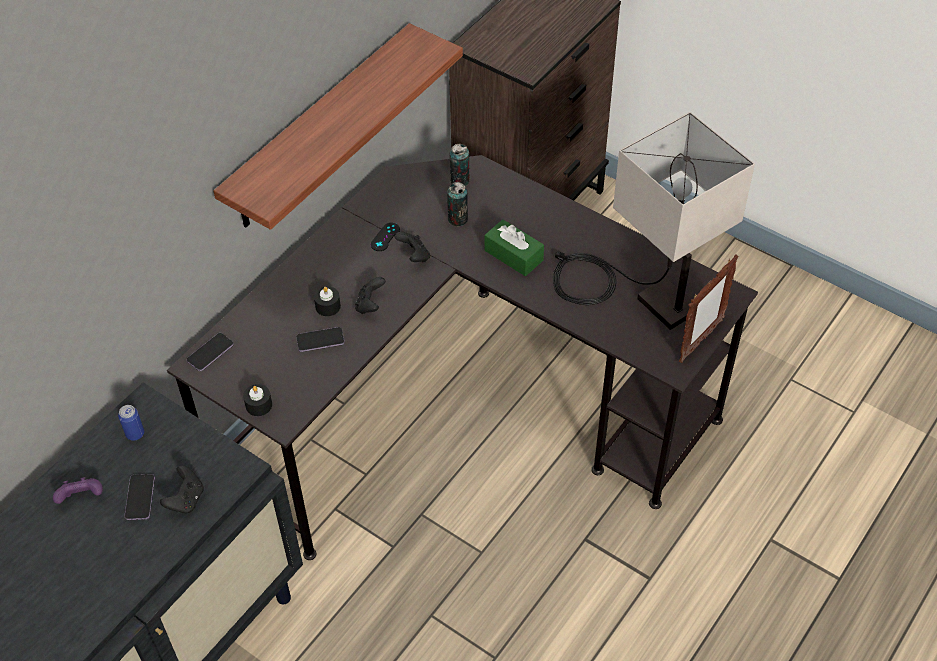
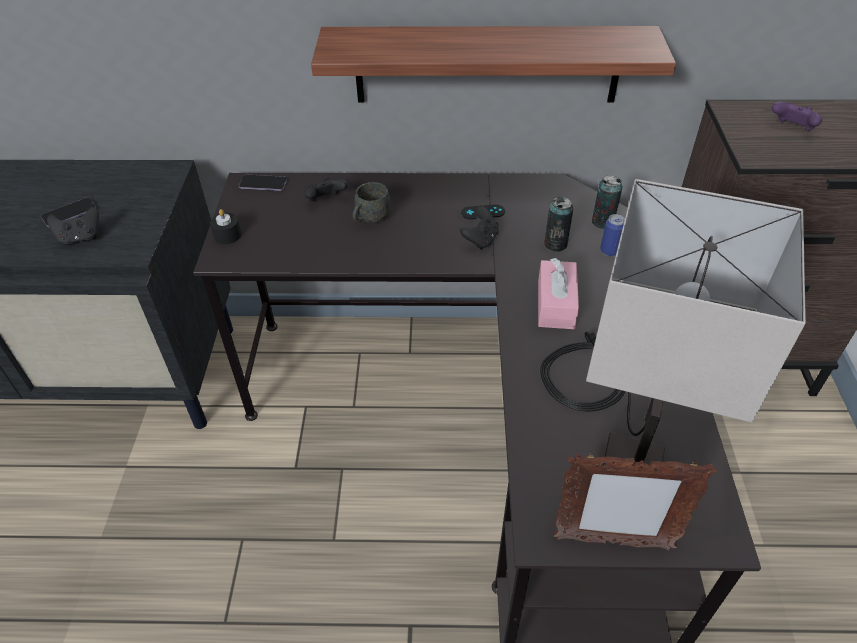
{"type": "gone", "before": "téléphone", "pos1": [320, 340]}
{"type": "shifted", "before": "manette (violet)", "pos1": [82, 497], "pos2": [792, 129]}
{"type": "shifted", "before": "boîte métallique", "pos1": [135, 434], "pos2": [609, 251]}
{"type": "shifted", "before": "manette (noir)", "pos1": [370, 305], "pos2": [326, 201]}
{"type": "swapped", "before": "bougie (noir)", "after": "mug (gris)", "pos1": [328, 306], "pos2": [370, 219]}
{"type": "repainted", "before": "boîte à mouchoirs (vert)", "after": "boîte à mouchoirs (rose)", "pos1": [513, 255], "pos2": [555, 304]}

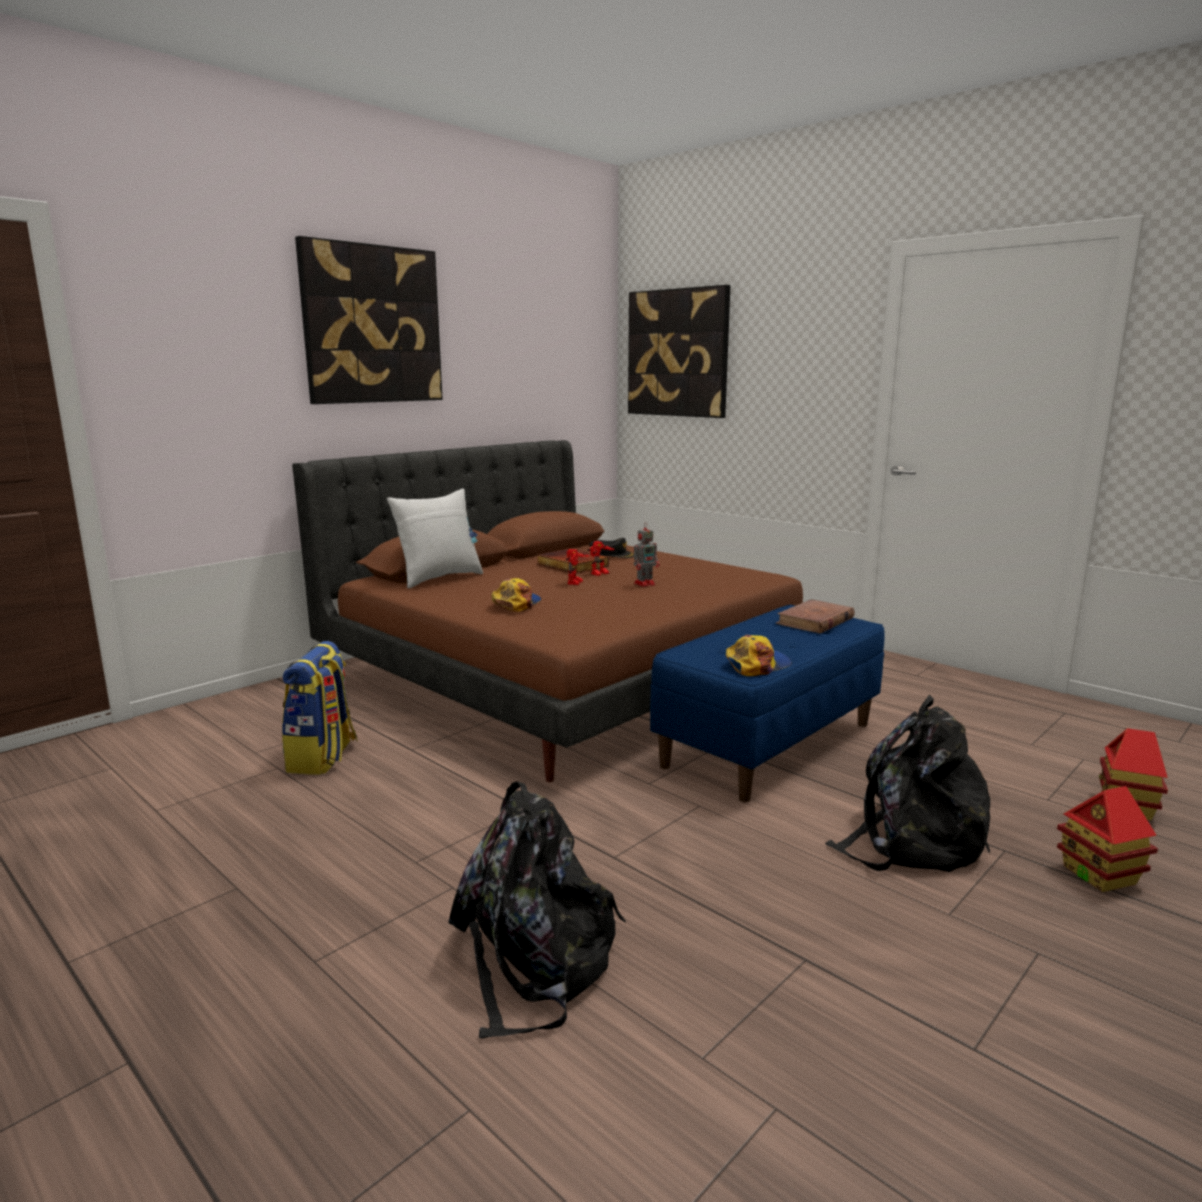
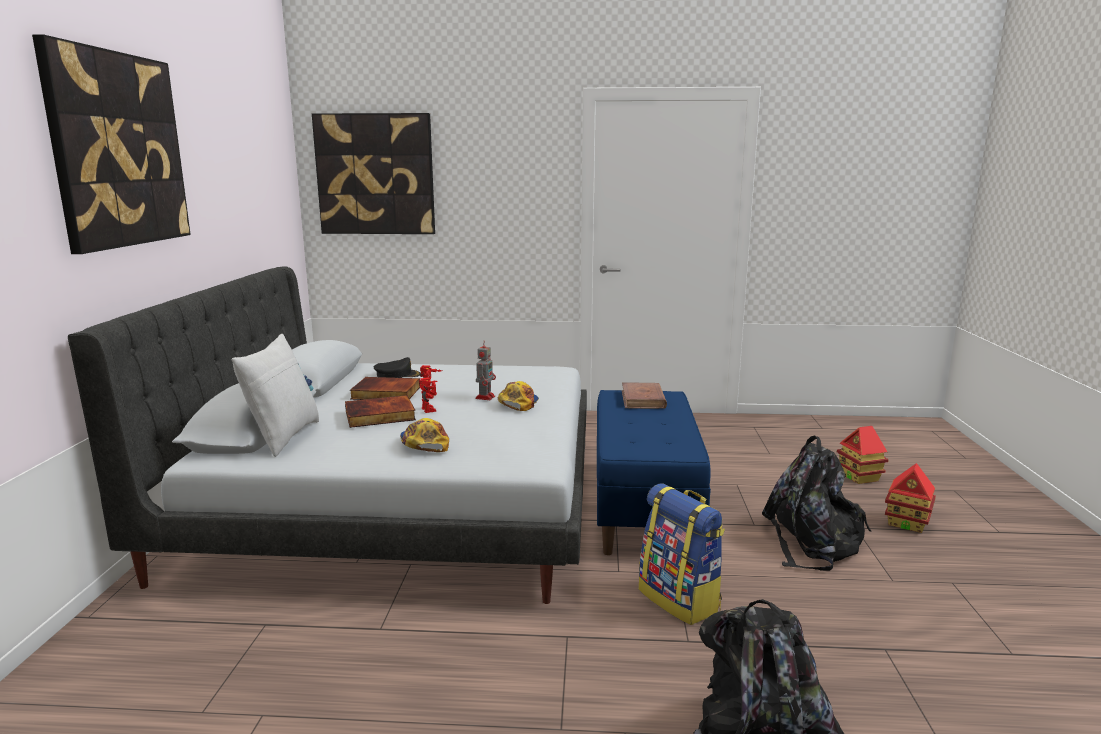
{"type": "new", "after": "livre", "pos2": [379, 416]}
{"type": "shifted", "before": "sac à dos", "pos1": [323, 758], "pos2": [680, 600]}
{"type": "shifted", "before": "casquette", "pos1": [757, 665], "pos2": [518, 403]}
{"type": "repainted", "before": "lit (marron)", "after": "lit (gris)", "pos1": [561, 671], "pos2": [399, 500]}

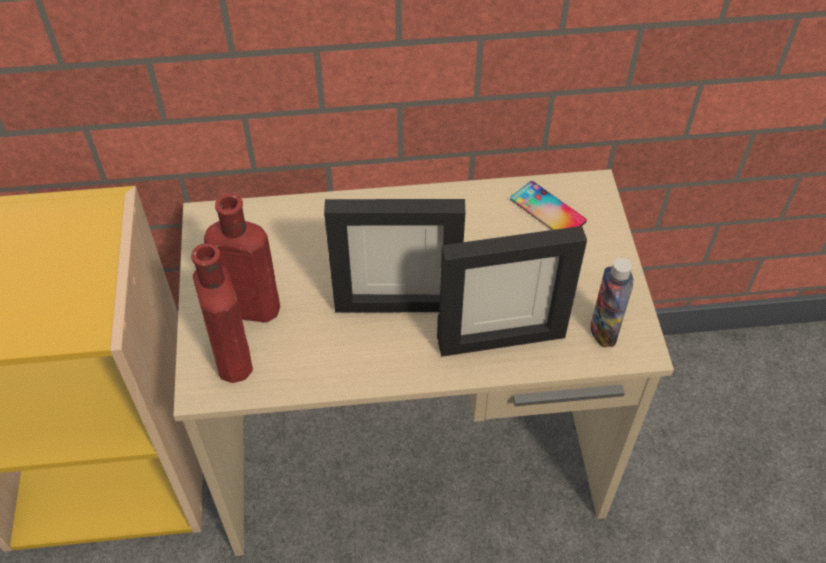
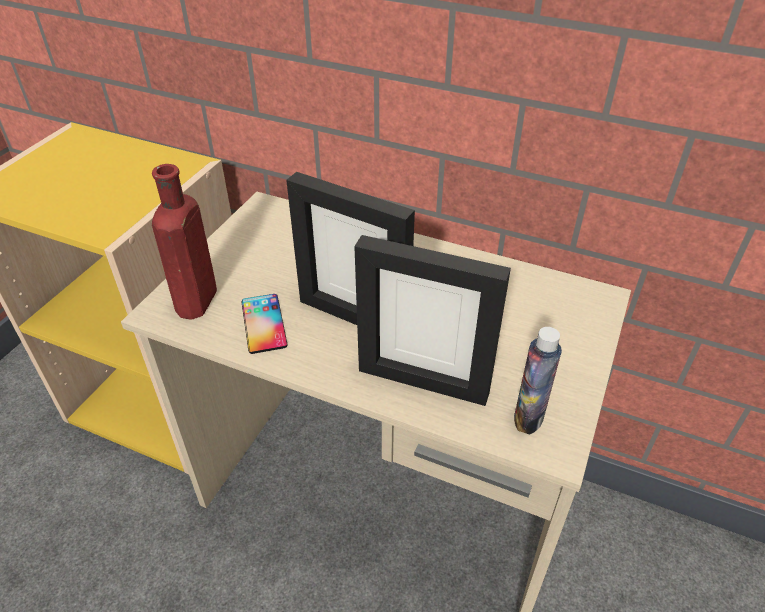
{"type": "gone", "before": "bouteille (rouge)", "pos1": [247, 307]}
{"type": "shifted", "before": "téléphone", "pos1": [547, 210], "pos2": [263, 323]}

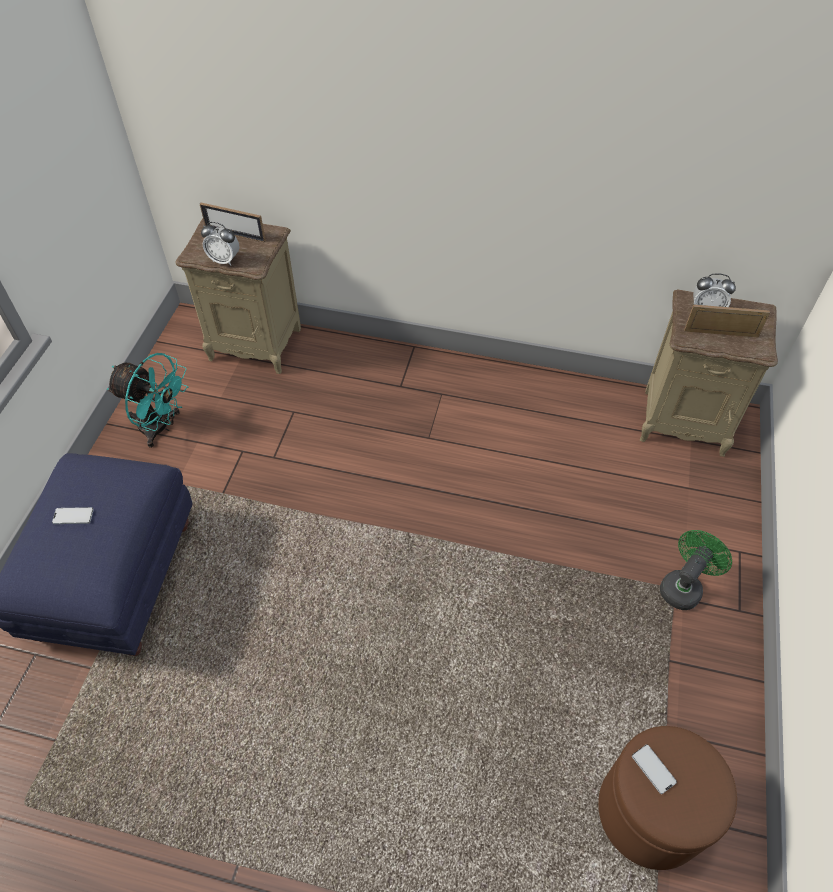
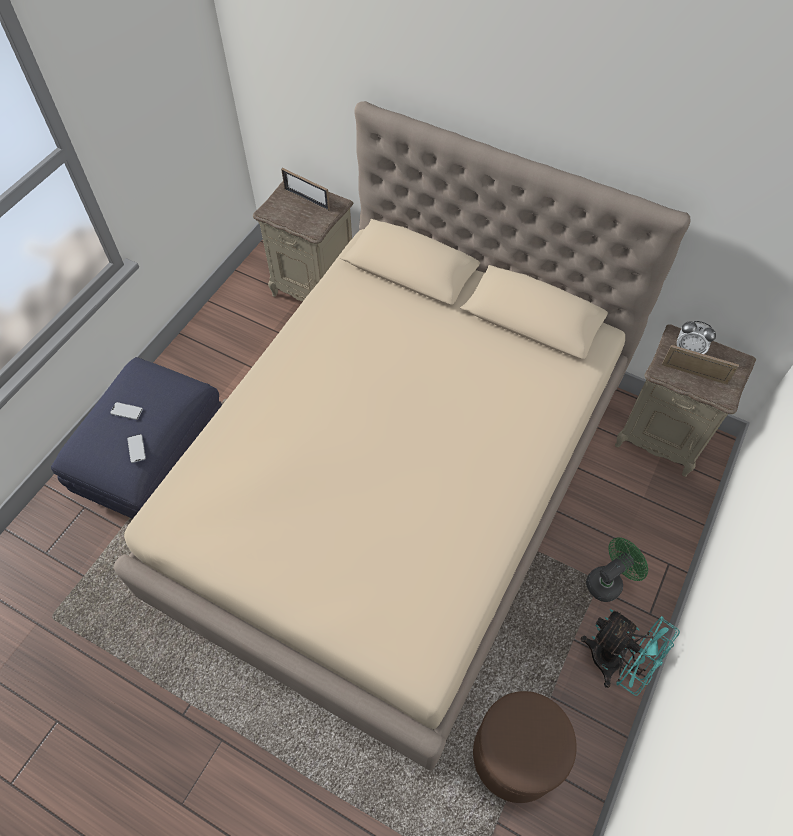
{"type": "gone", "before": "réveil", "pos1": [224, 260]}
{"type": "new", "after": "lit (beige)", "pos2": [397, 487]}
{"type": "shifted", "before": "ventilateur (turquoise)", "pos1": [161, 427], "pos2": [615, 663]}
{"type": "shifted", "before": "téléphone", "pos1": [653, 769], "pos2": [136, 448]}

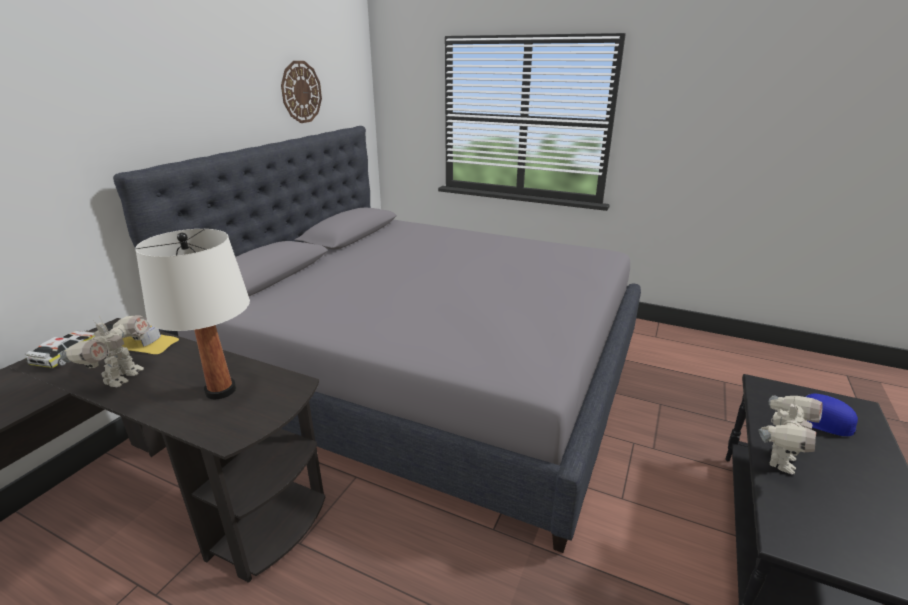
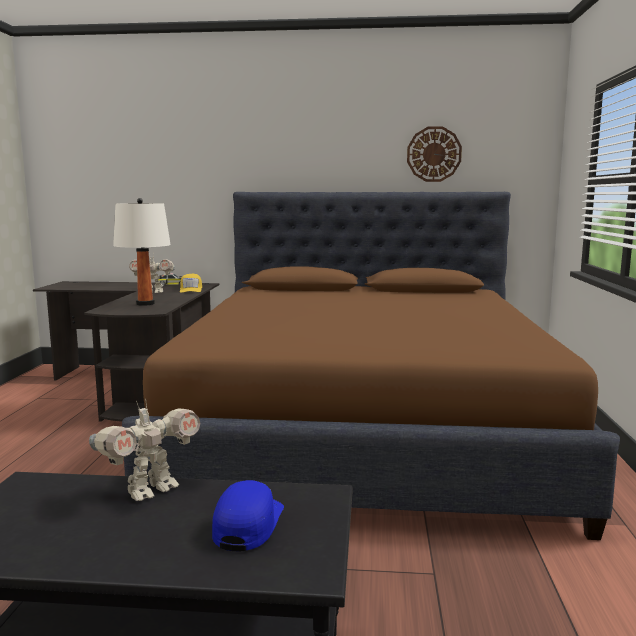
{"type": "repainted", "before": "lit (gris)", "after": "lit (marron)", "pos1": [429, 371], "pos2": [364, 427]}
{"type": "rotated", "before": "robot jouet", "pos1": [778, 459], "pos2": [150, 490], "turn": -60}

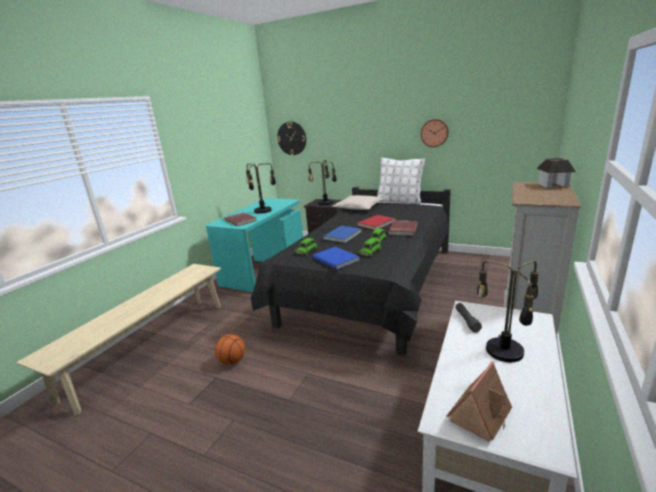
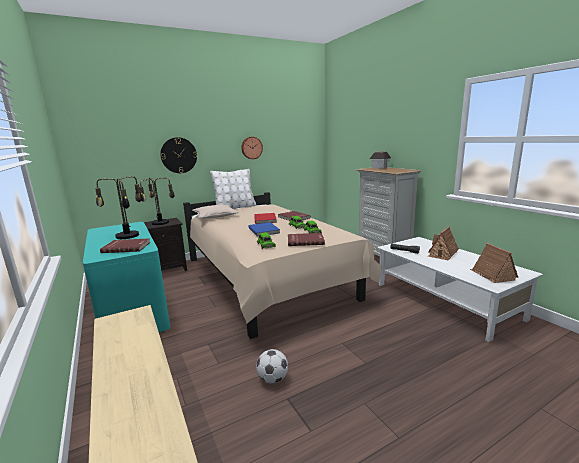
{"type": "shifted", "before": "horloge murale", "pos1": [292, 138], "pos2": [179, 155]}
{"type": "swapped", "before": "ballon de basket", "after": "ballon de foot", "pos1": [232, 361], "pos2": [273, 379]}
{"type": "swapped", "before": "lampe de table", "after": "maison miniature", "pos1": [505, 351], "pos2": [442, 254]}
{"type": "repainted", "before": "lit (noir)", "after": "lit (beige)", "pos1": [371, 287], "pos2": [267, 279]}
{"type": "repainted", "before": "livre (bleu)", "after": "livre (rouge)", "pos1": [336, 259], "pos2": [305, 241]}

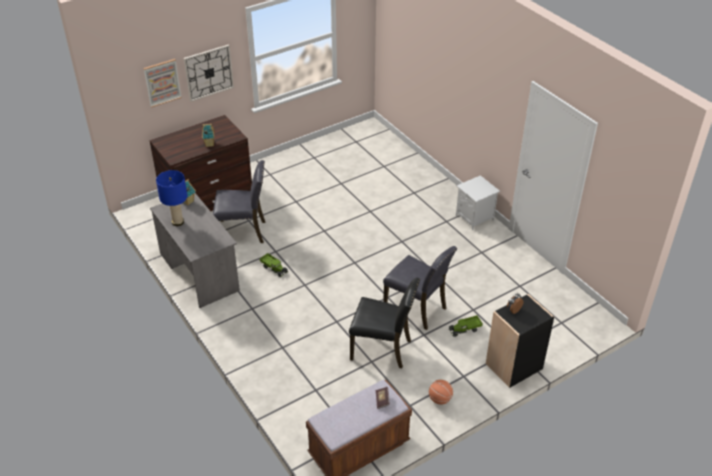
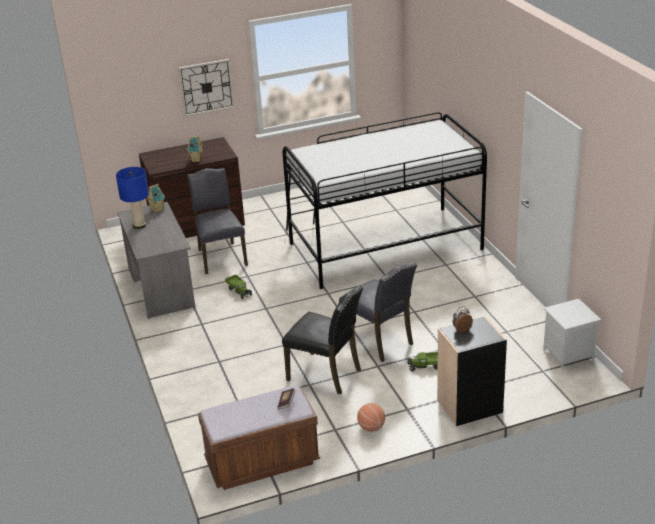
{"type": "gone", "before": "tableau", "pos1": [162, 82]}
{"type": "new", "after": "lit (noir)", "pos2": [382, 246]}
{"type": "shifted", "before": "table de chevet (gris)", "pos1": [475, 218], "pos2": [569, 355]}
{"type": "rotated", "before": "chaise (gris)", "pos1": [243, 232], "pos2": [220, 257], "turn": -120}

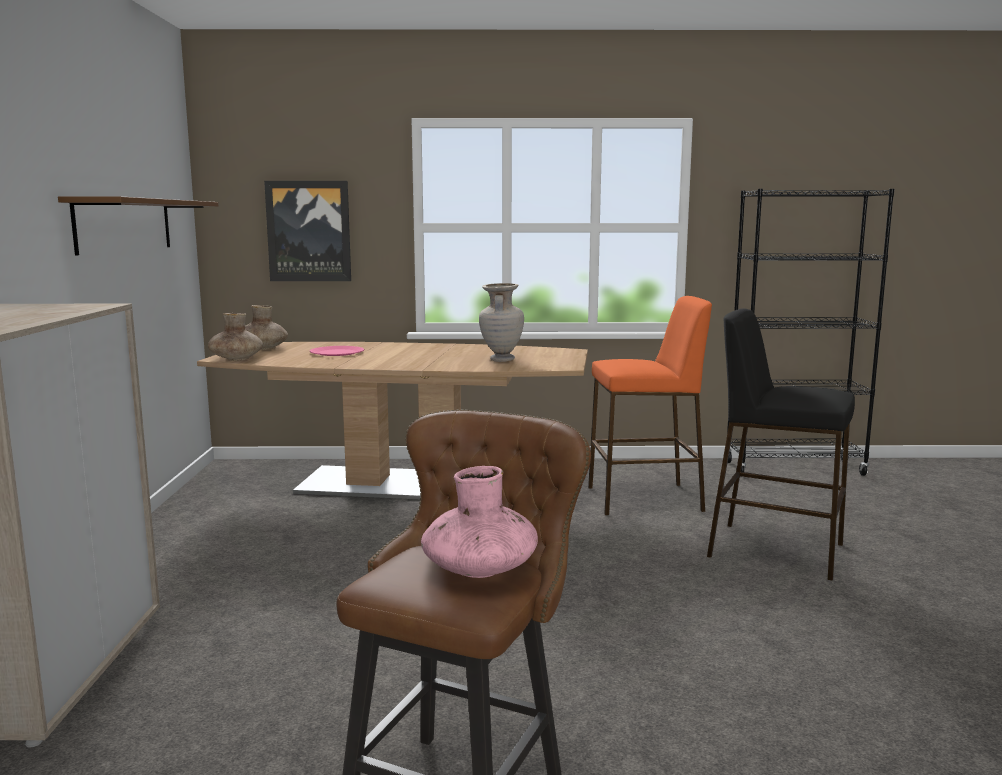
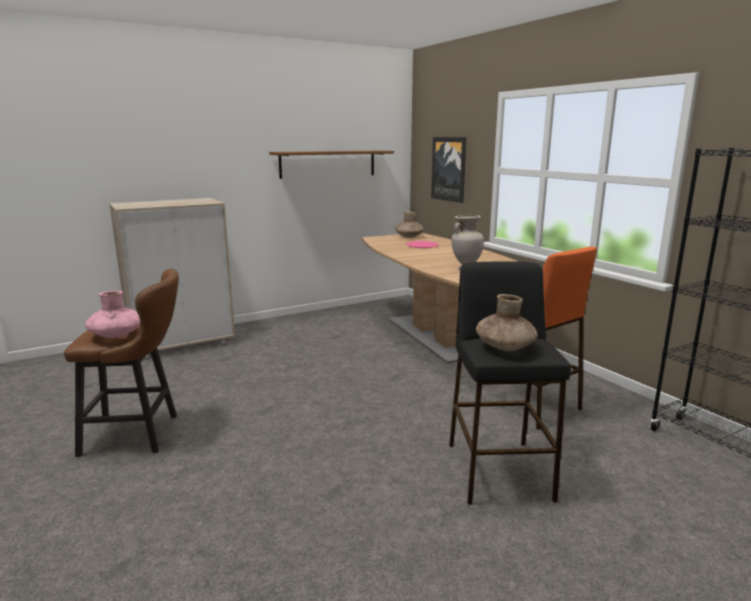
{"type": "shifted", "before": "vase (marron)", "pos1": [236, 359], "pos2": [505, 347]}

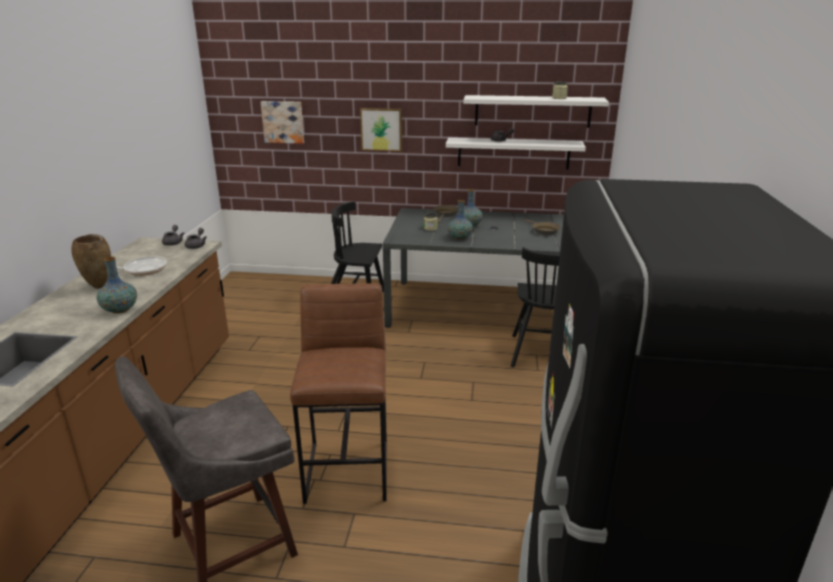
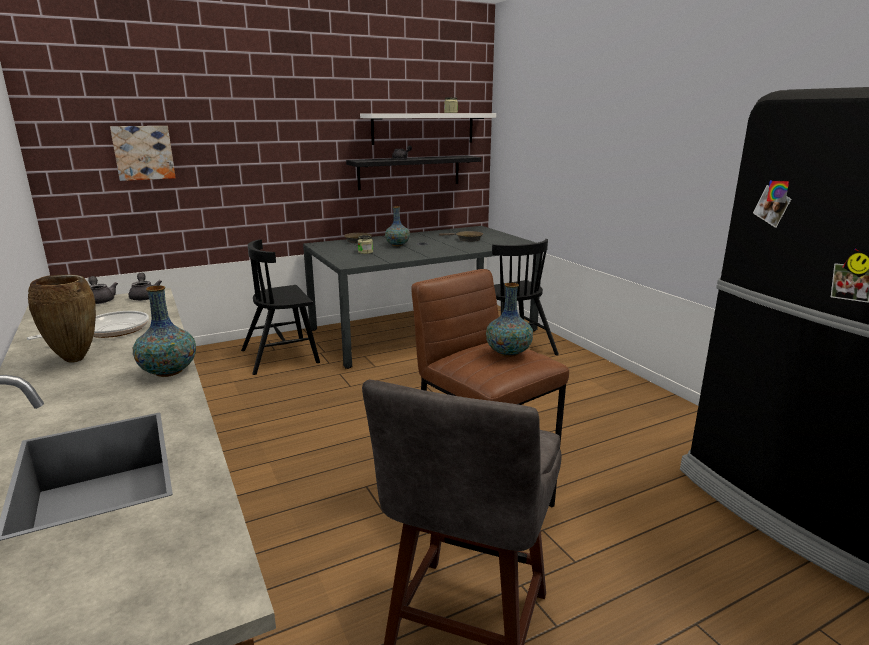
{"type": "gone", "before": "tableau", "pos1": [381, 129]}
{"type": "shifted", "before": "vase", "pos1": [459, 238], "pos2": [508, 353]}
{"type": "repainted", "before": "étagère (blanc)", "after": "étagère (noir)", "pos1": [513, 153], "pos2": [409, 172]}

